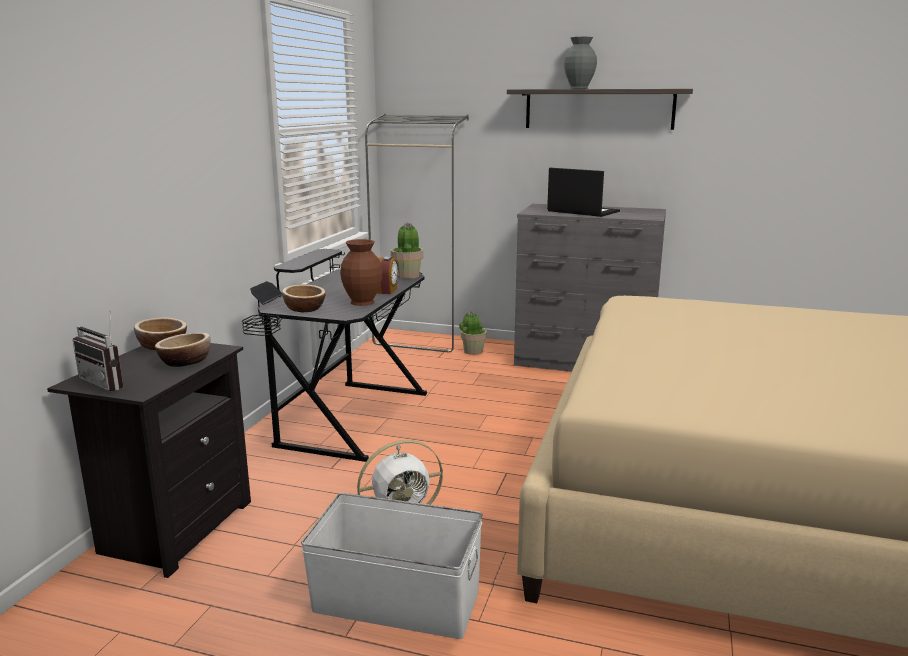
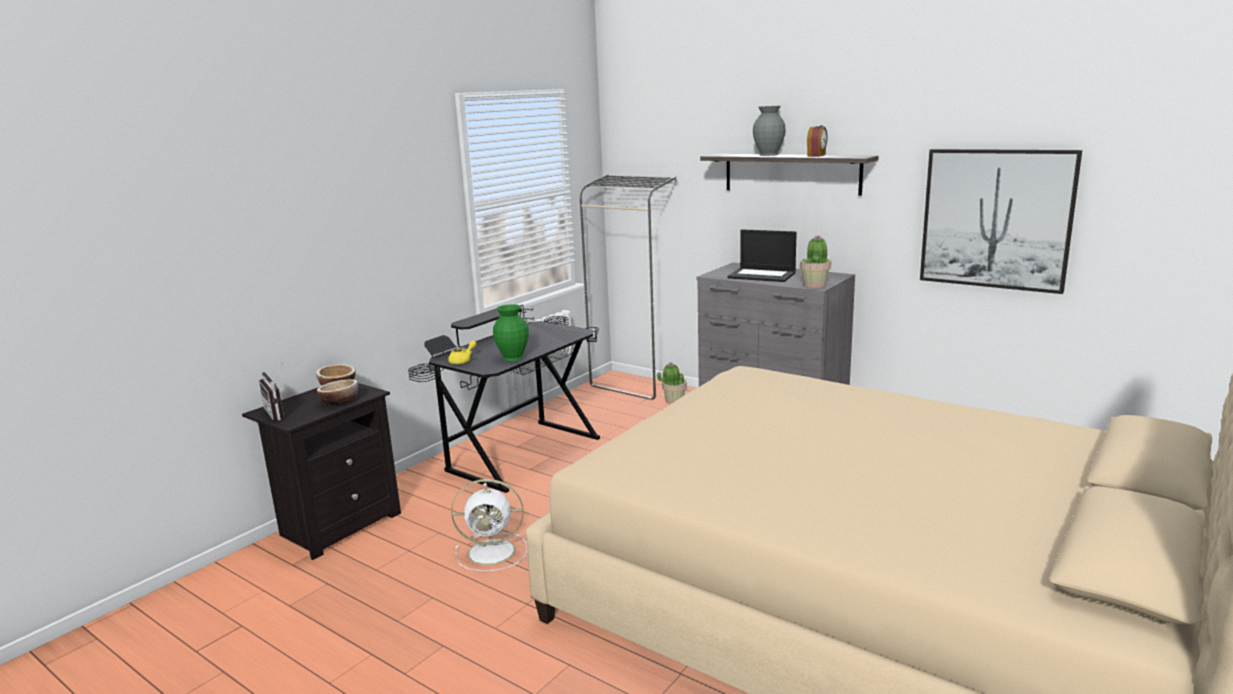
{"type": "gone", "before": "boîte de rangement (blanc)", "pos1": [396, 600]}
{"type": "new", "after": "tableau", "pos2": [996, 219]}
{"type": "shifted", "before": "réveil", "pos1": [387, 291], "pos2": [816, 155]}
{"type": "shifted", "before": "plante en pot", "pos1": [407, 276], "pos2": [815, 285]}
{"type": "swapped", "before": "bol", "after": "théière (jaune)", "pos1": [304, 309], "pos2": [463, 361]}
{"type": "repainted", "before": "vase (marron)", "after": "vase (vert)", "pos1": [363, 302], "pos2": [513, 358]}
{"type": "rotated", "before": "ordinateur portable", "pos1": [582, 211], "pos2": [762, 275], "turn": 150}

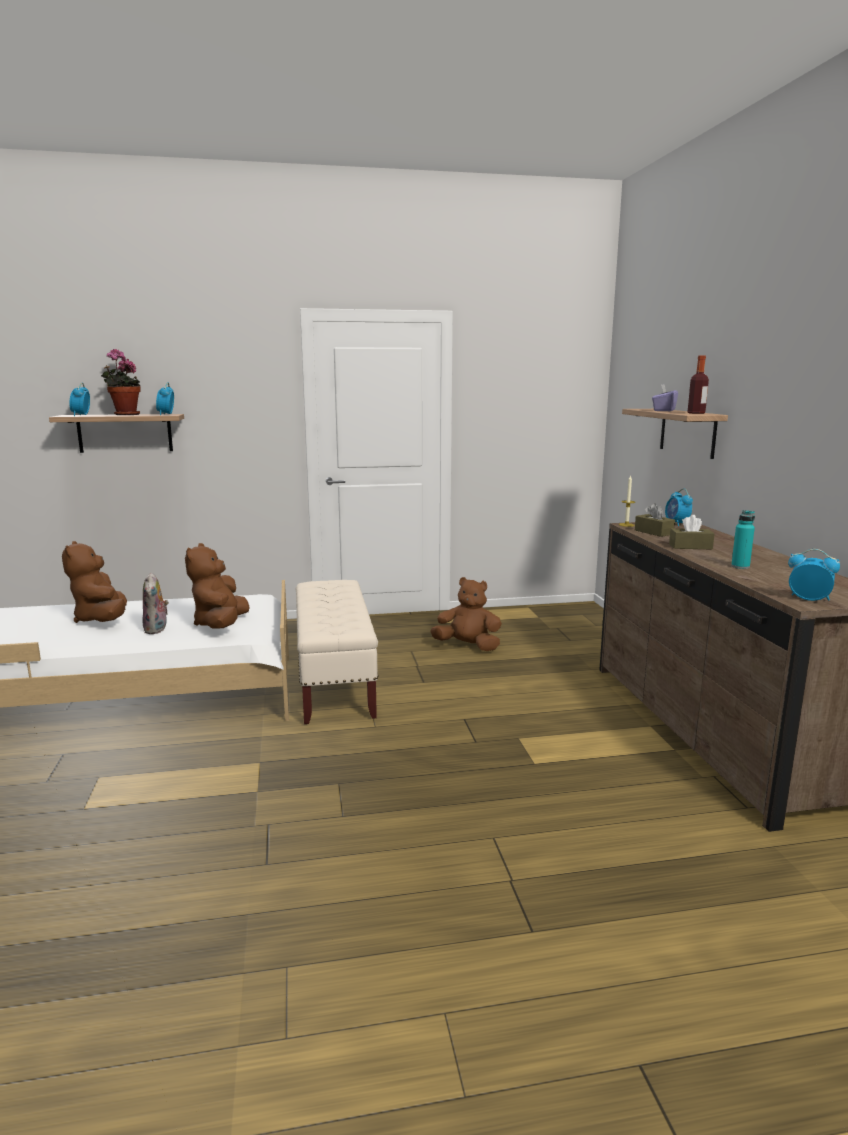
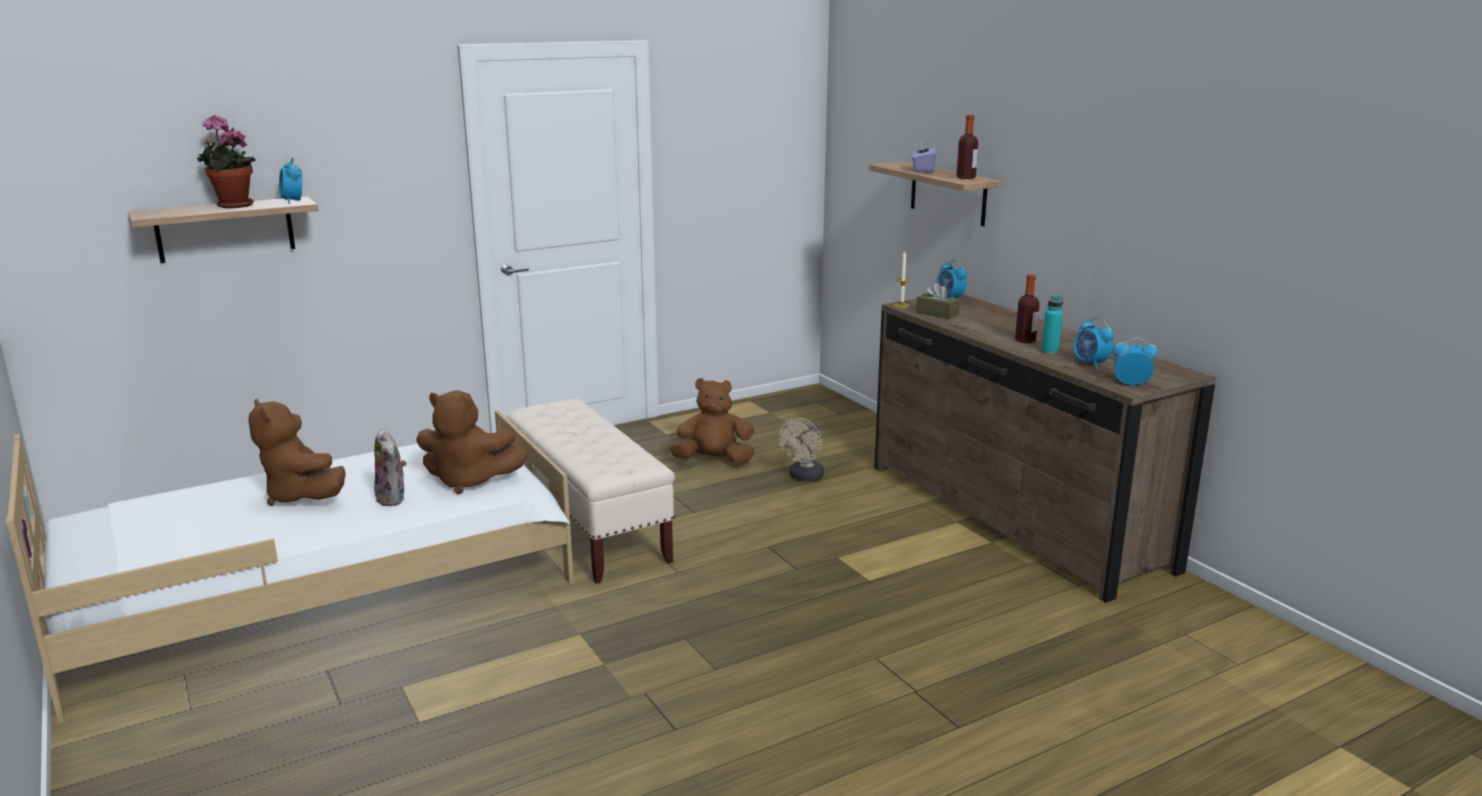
{"type": "gone", "before": "boîte à mouchoirs (marron)", "pos1": [690, 546]}
{"type": "new", "after": "ventilateur (beige)", "pos2": [804, 477]}
{"type": "new", "after": "bouteille", "pos2": [1025, 340]}
{"type": "shifted", "before": "réveil", "pos1": [81, 415], "pos2": [1090, 364]}
{"type": "rotated", "before": "peluche (marron)", "pos1": [221, 625], "pos2": [469, 481], "turn": -60}

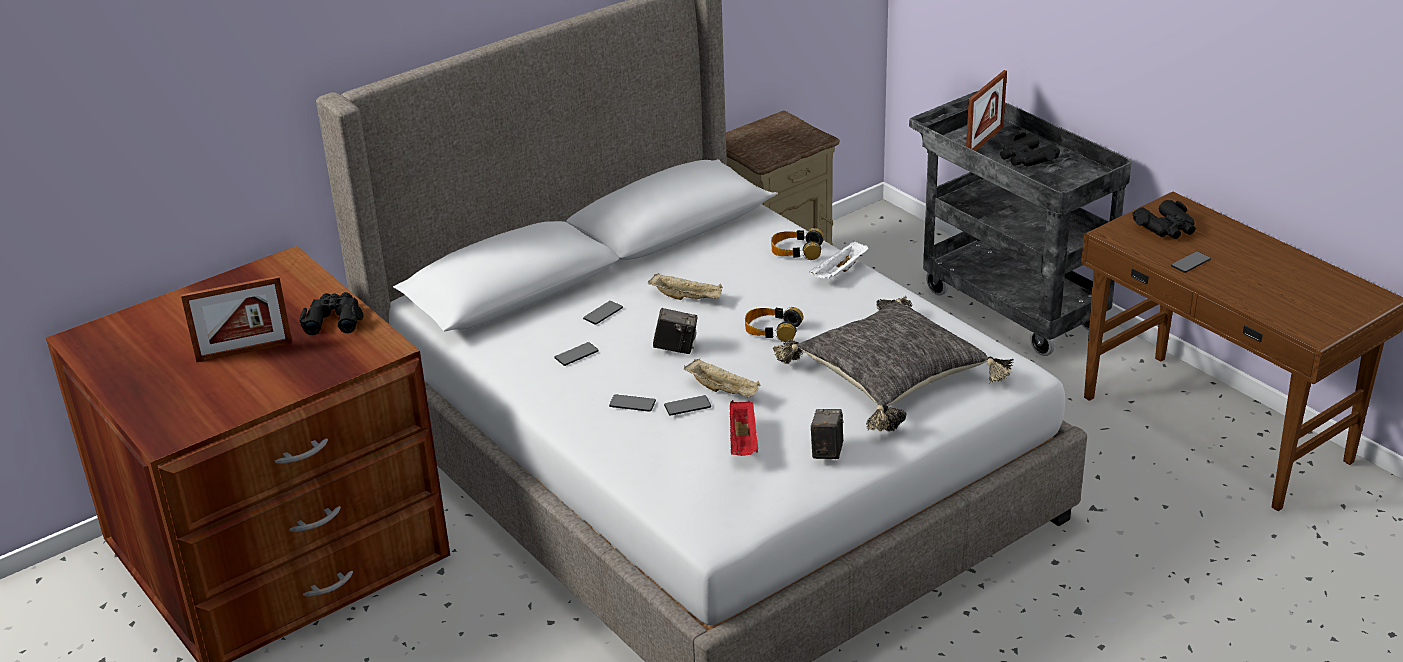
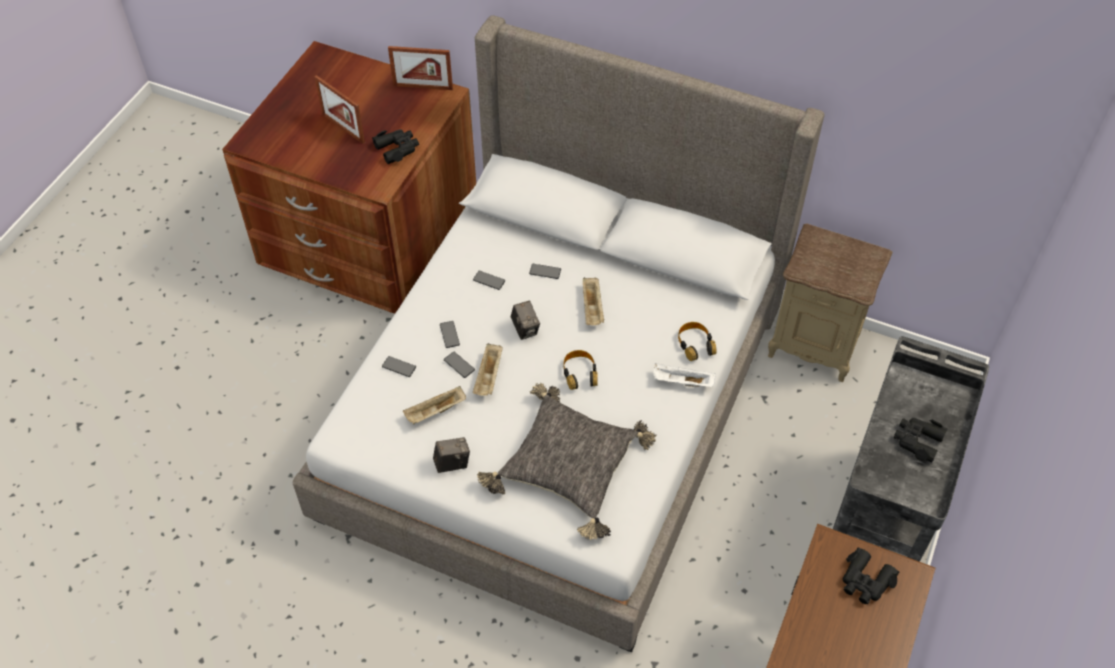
{"type": "shifted", "before": "cadre photo", "pos1": [984, 141], "pos2": [423, 87]}
{"type": "shifted", "before": "téléphone", "pos1": [1190, 263], "pos2": [399, 367]}
{"type": "repainted", "before": "plateau (rouge)", "after": "plateau (beige)", "pos1": [743, 441], "pos2": [435, 412]}

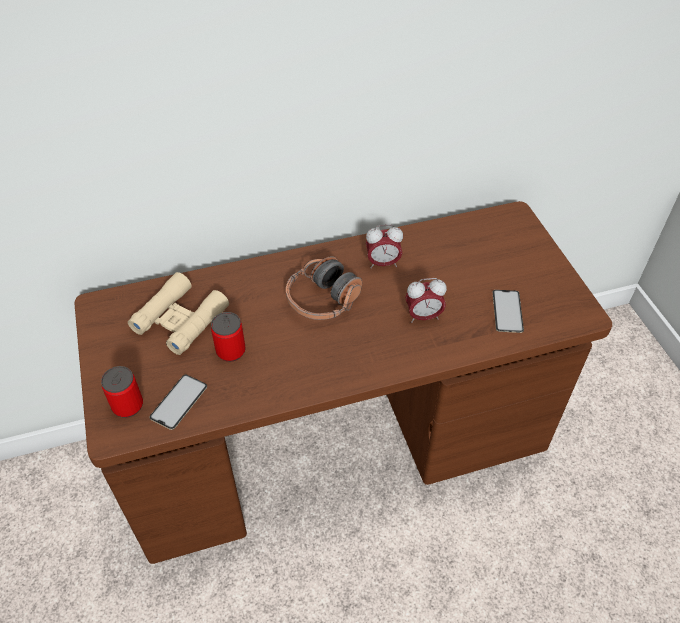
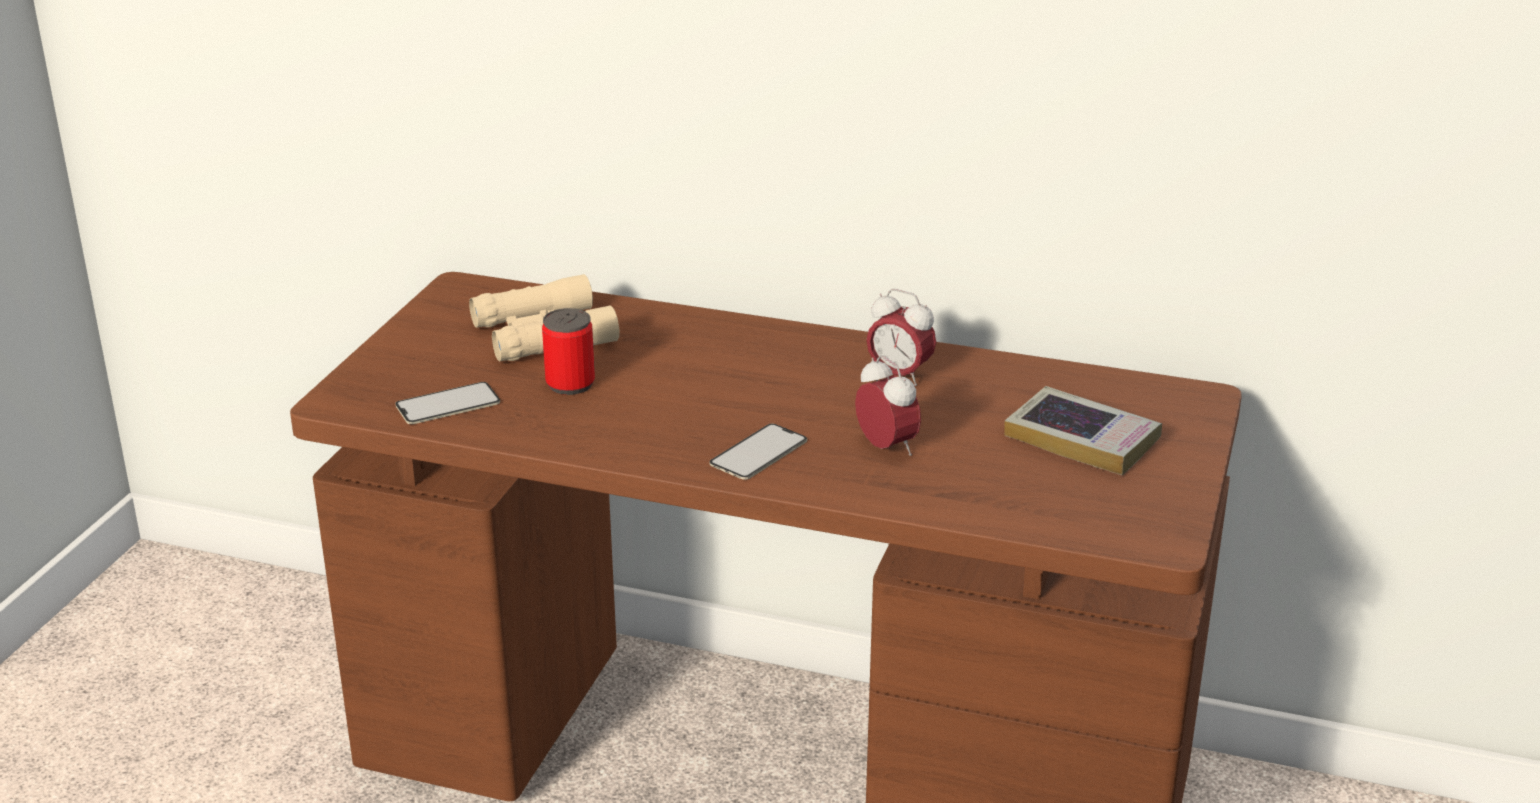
{"type": "gone", "before": "boîte métallique", "pos1": [128, 405]}
{"type": "gone", "before": "casque audio", "pos1": [323, 300]}
{"type": "new", "after": "livre", "pos2": [1082, 439]}
{"type": "shifted", "before": "téléphone", "pos1": [507, 311], "pos2": [758, 452]}
{"type": "rotated", "before": "réveil", "pos1": [423, 316], "pos2": [886, 448], "turn": -150}

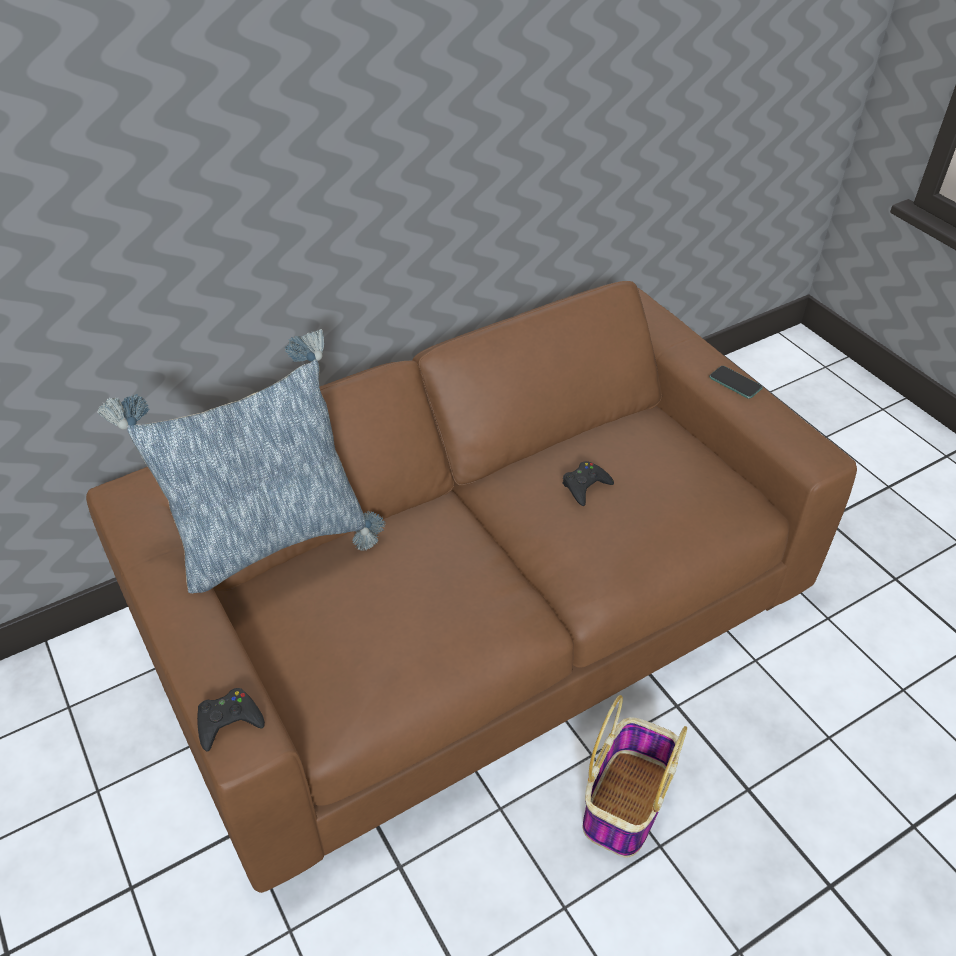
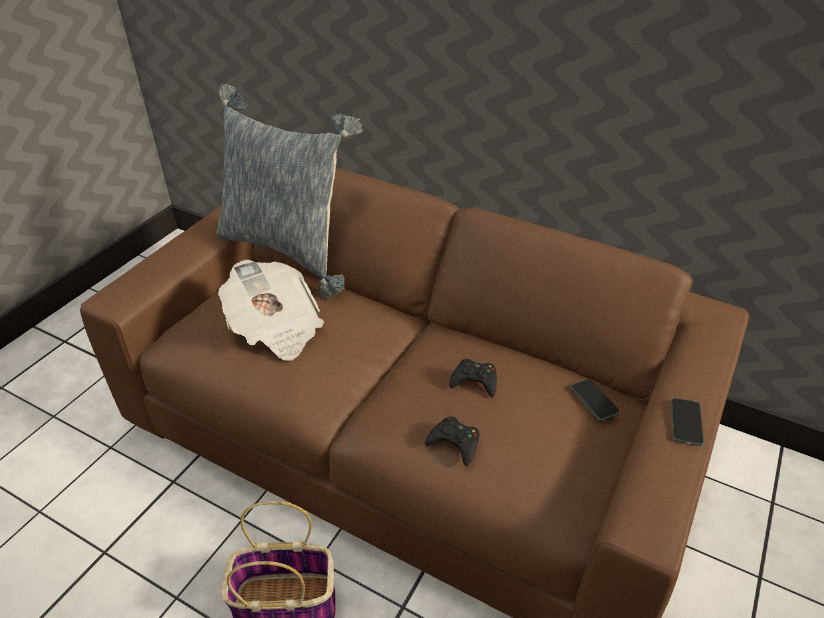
{"type": "new", "after": "journal", "pos2": [275, 329]}
{"type": "new", "after": "téléphone", "pos2": [594, 400]}
{"type": "shifted", "before": "manette (noir)", "pos1": [229, 721], "pos2": [455, 443]}

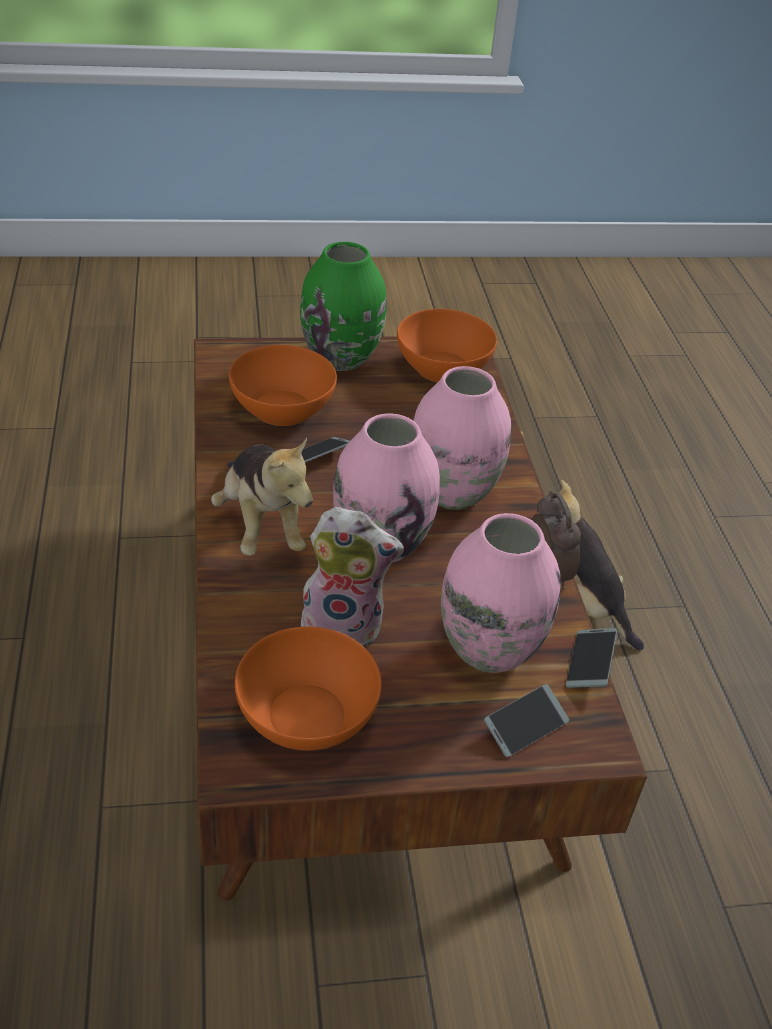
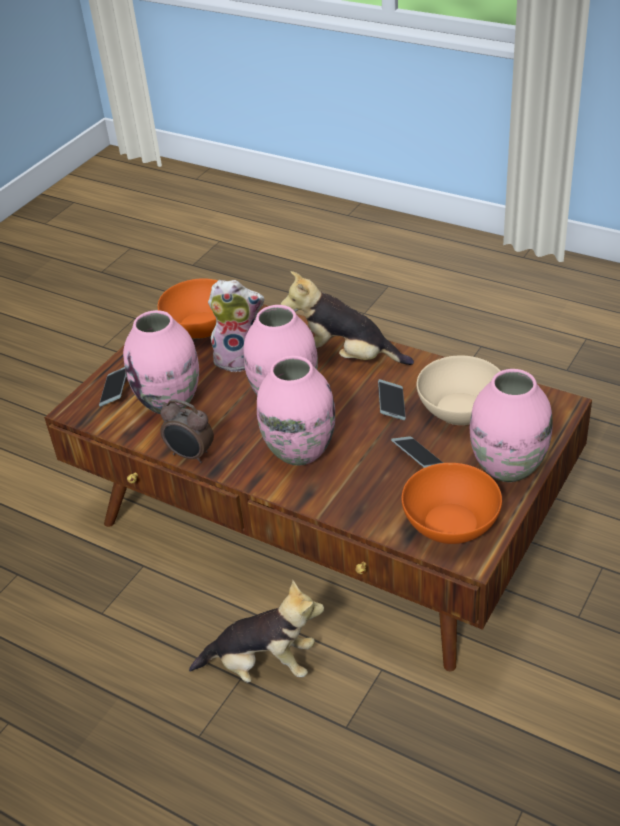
{"type": "shifted", "before": "téléphone", "pos1": [589, 663], "pos2": [417, 457]}
{"type": "repainted", "before": "bol (orange)", "after": "bol (beige)", "pos1": [282, 409], "pos2": [459, 409]}
{"type": "repainted", "before": "vase (vert)", "after": "vase (rose)", "pos1": [341, 358], "pos2": [507, 468]}
{"type": "rotated", "before": "peluche", "pos1": [344, 625], "pos2": [240, 358], "turn": -135}

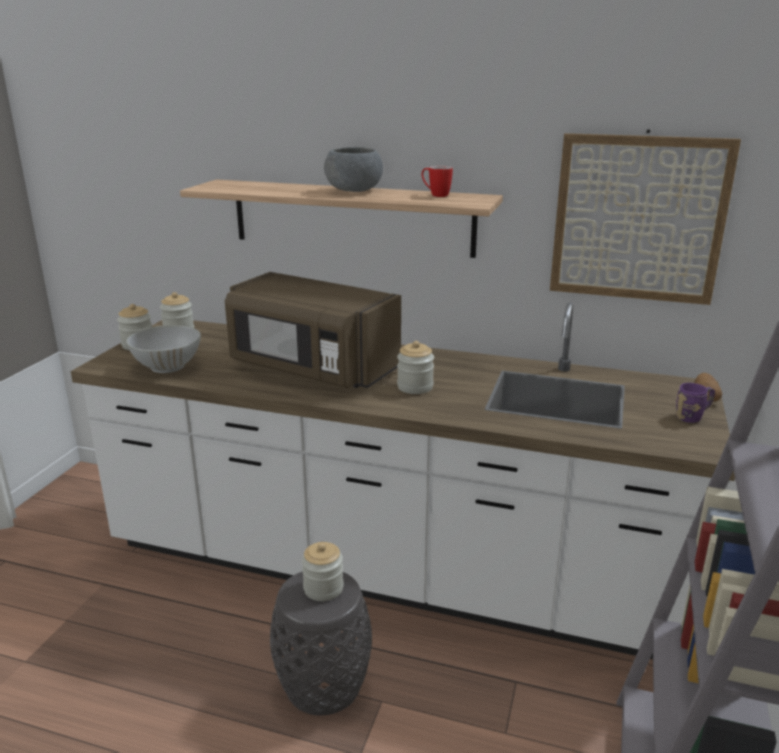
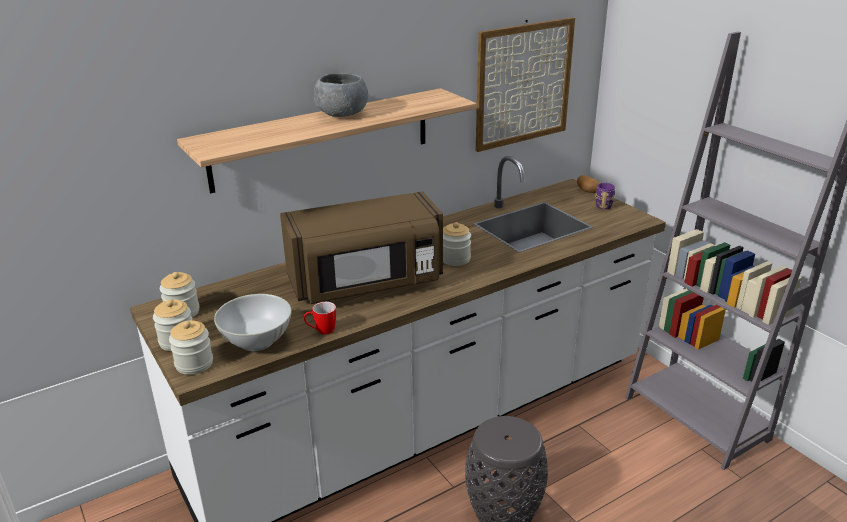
{"type": "shifted", "before": "bocal", "pos1": [323, 588], "pos2": [194, 364]}
{"type": "shifted", "before": "mug", "pos1": [435, 195], "pos2": [321, 331]}

